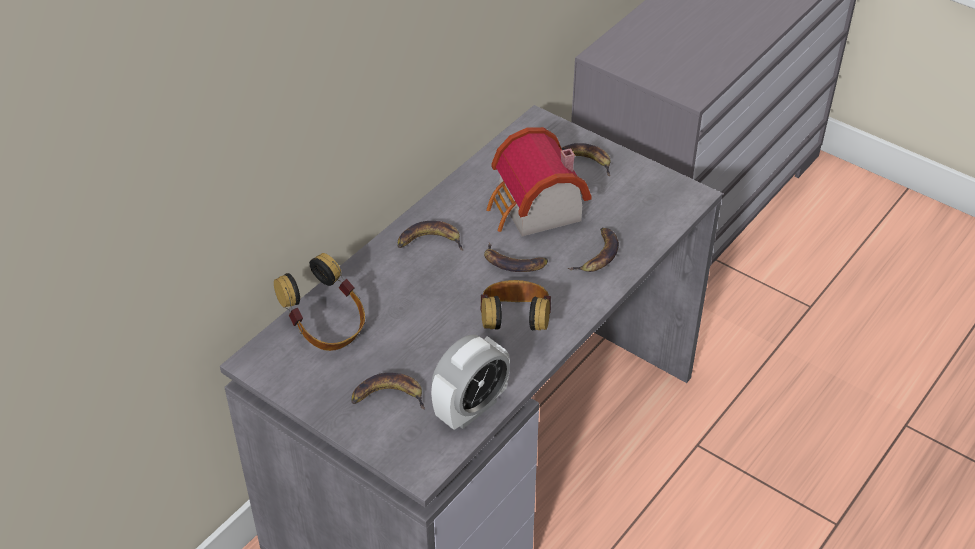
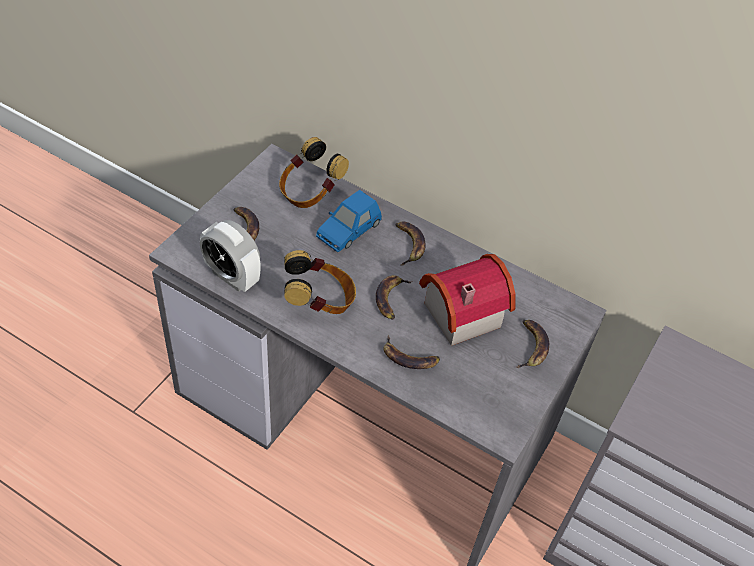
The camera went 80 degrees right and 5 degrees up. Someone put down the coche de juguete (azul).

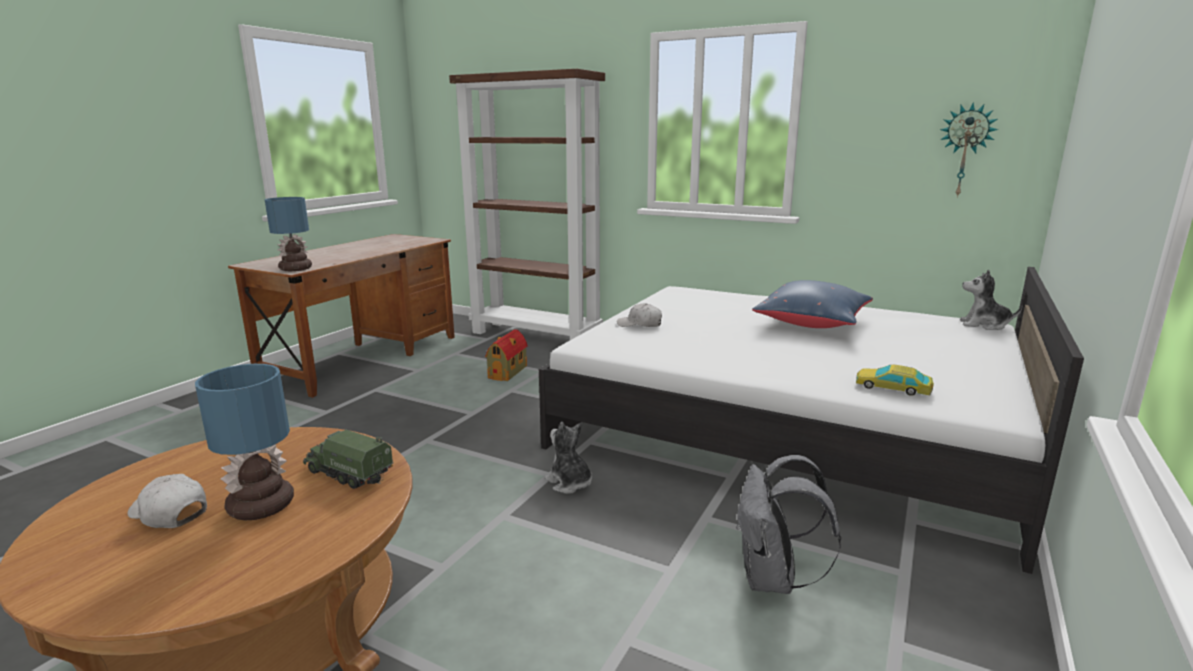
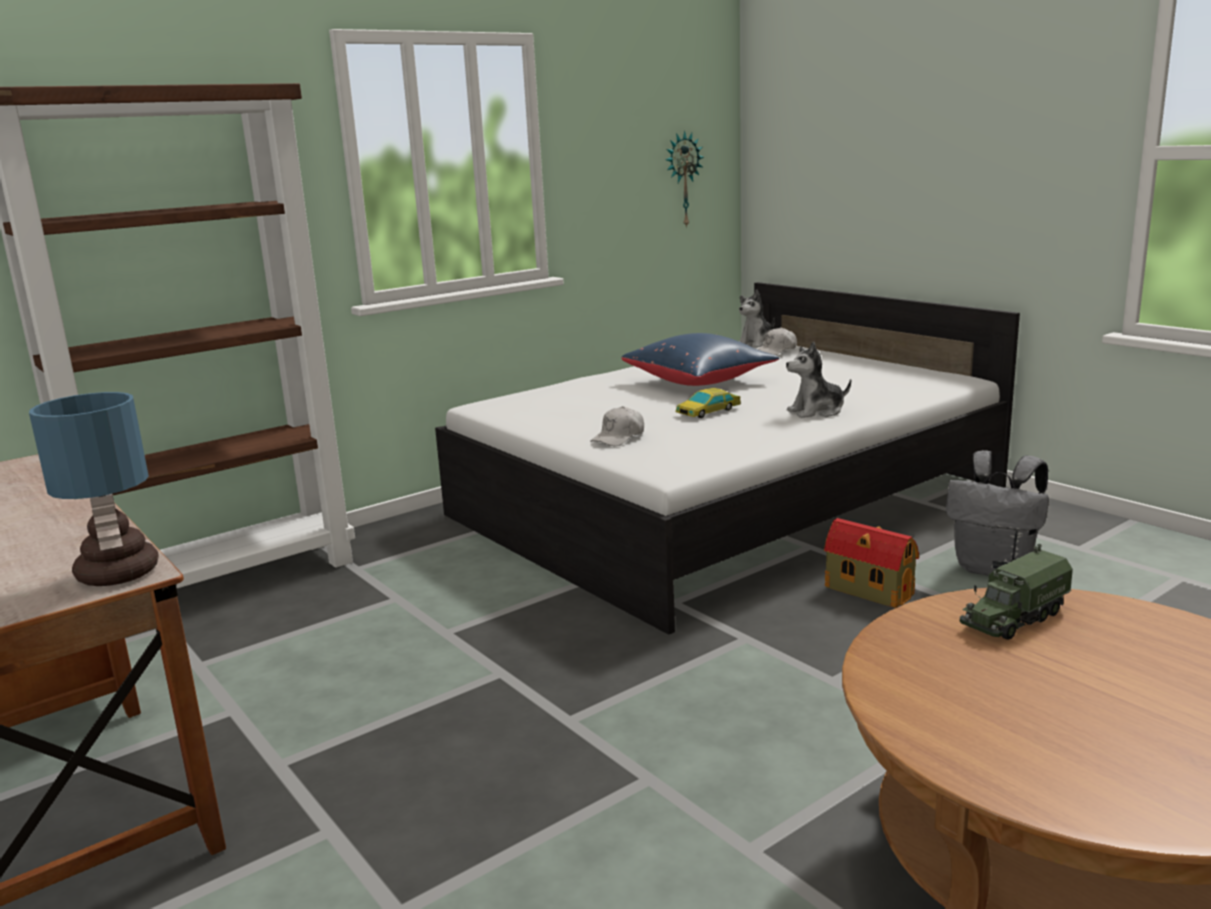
The camera went 65 degrees left and 0 degrees up. Someone carried the gorra (blanco) (1st from left in the first image). Someone took away the lámpara de mesa (1st from left). Someone carried the casita. Someone carried the peluche (1st from left in the first image). Someone carried the coche de juguete.

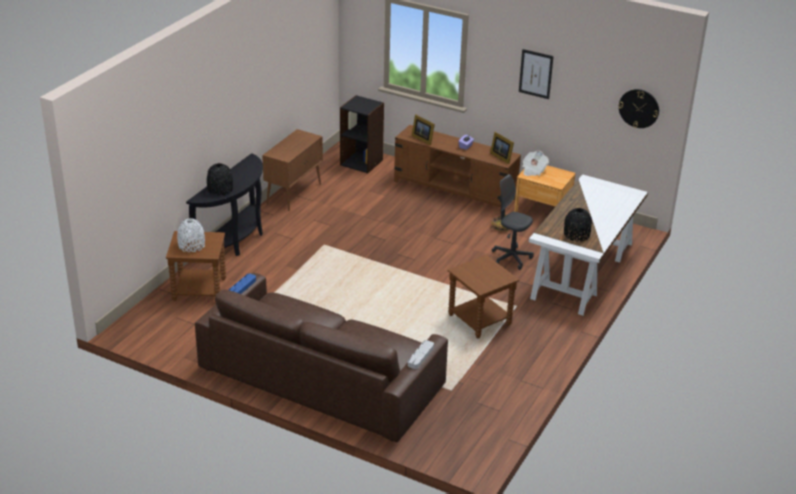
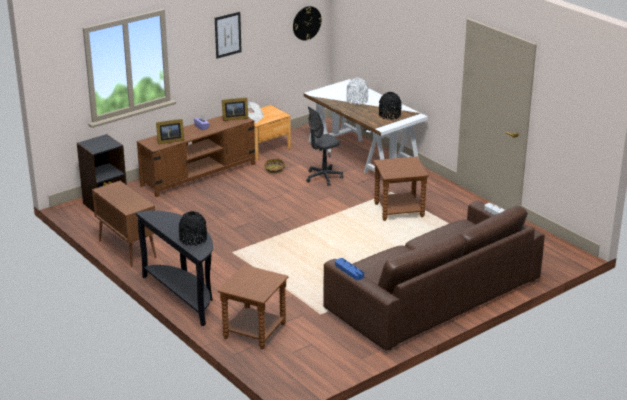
The camera went 65 degrees left and 5 degrees down. Someone carried the florero (blanco).

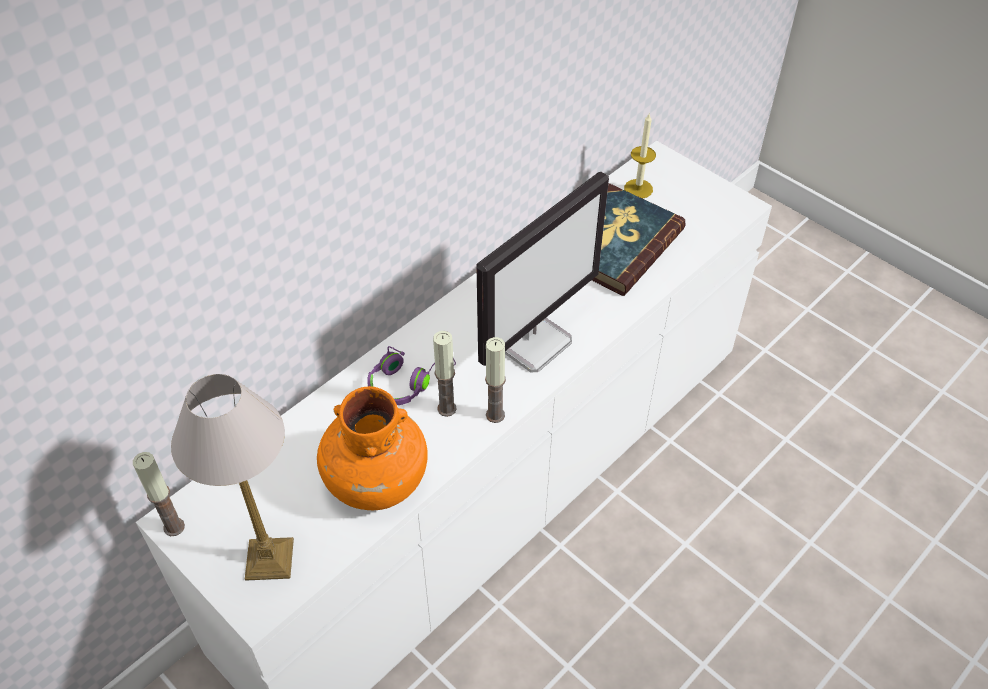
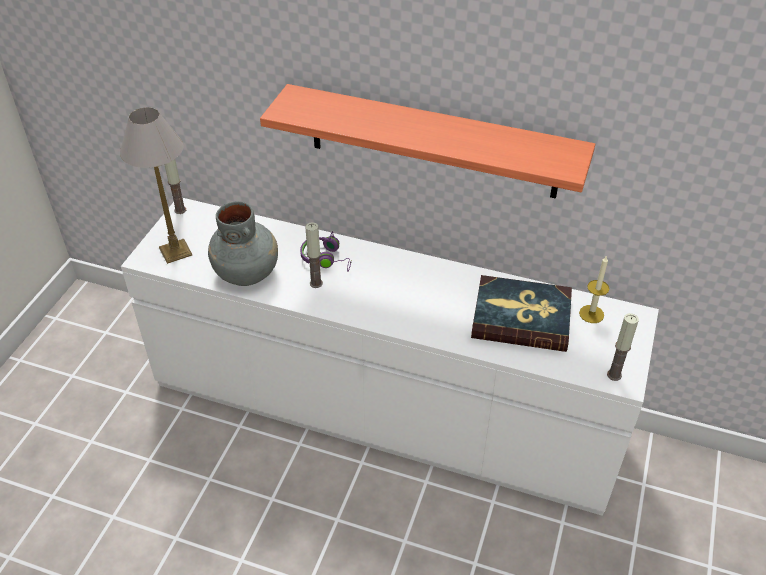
The camera went 65 degrees right and 5 degrees down. Someone repainted the florero (naranja), which became the florero (gris). Someone took away the monitor. Someone carried the vela (3rd from left in the first image). Someone put up the estante.

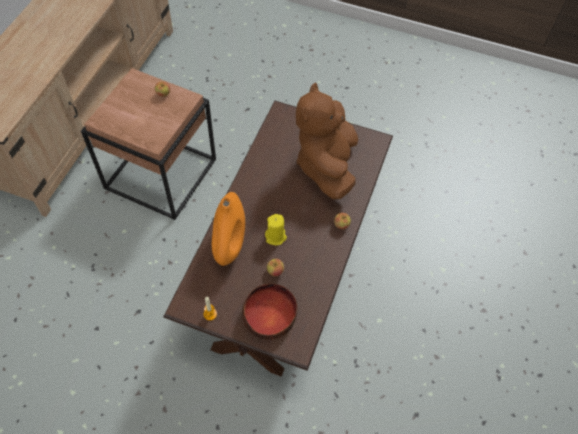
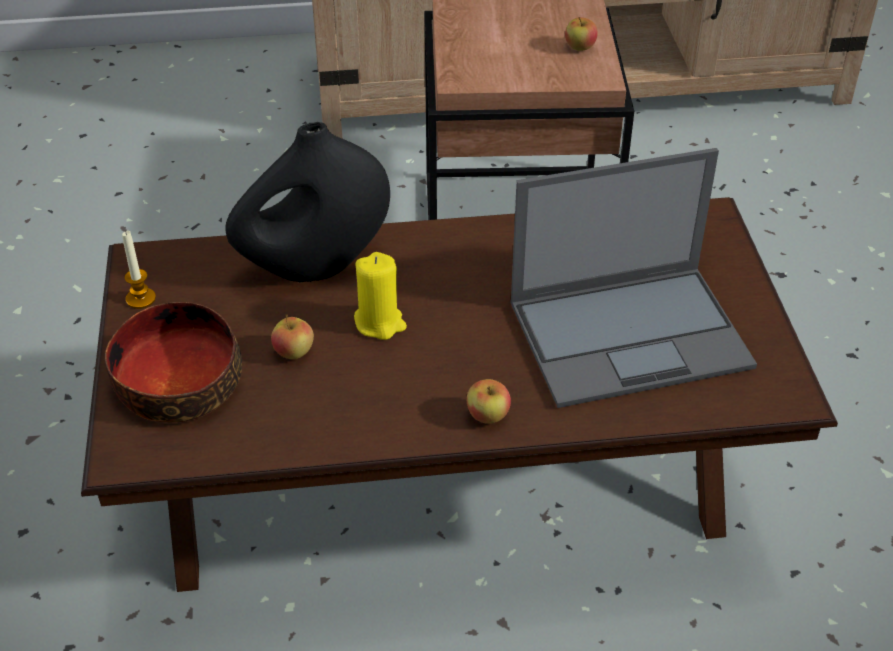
The camera went 65 degrees right and 15 degrees down. Someone repainted the florero (naranja), which became the florero (negro). Someone swapped the peluche (marrón) for the portátil.

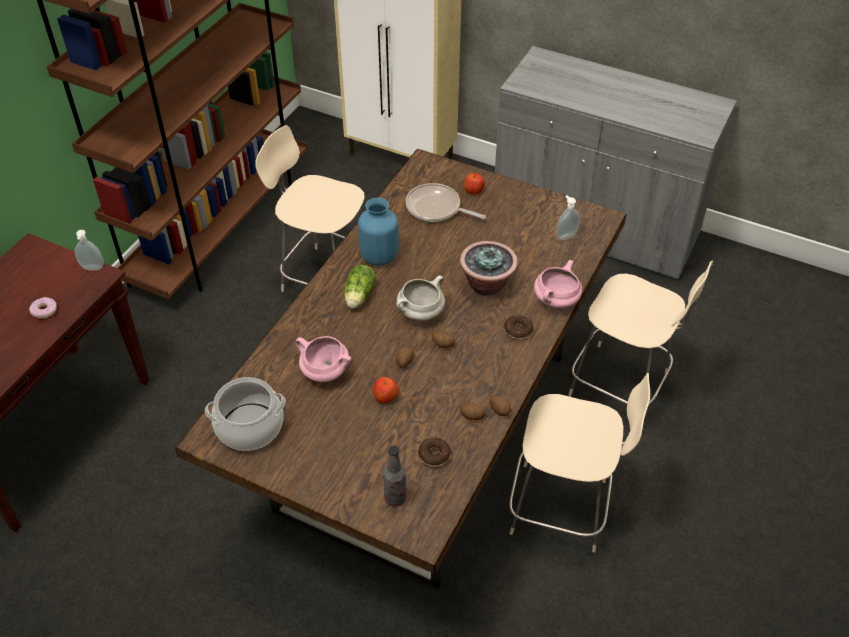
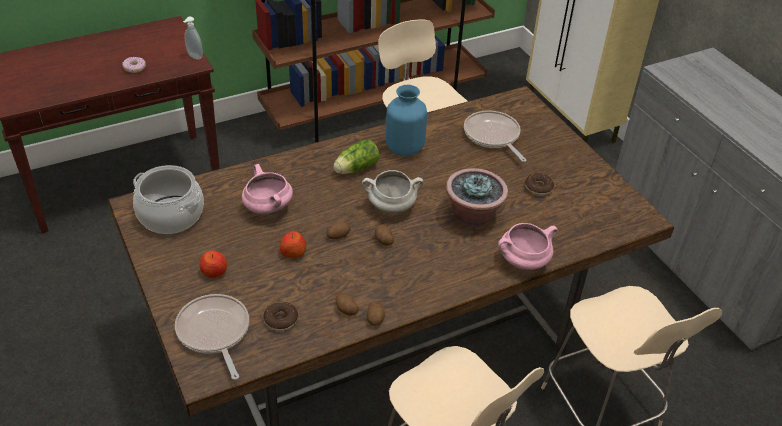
The camera went 35 degrees right and 5 degrees down. Someone swapped the botella for the sartén (1st from left). Someone carried the manzana (2nd from left in the first image). Someone carried the rosquilla (3rd from left). Someone took away the dispensador de jabón (2nd from left).

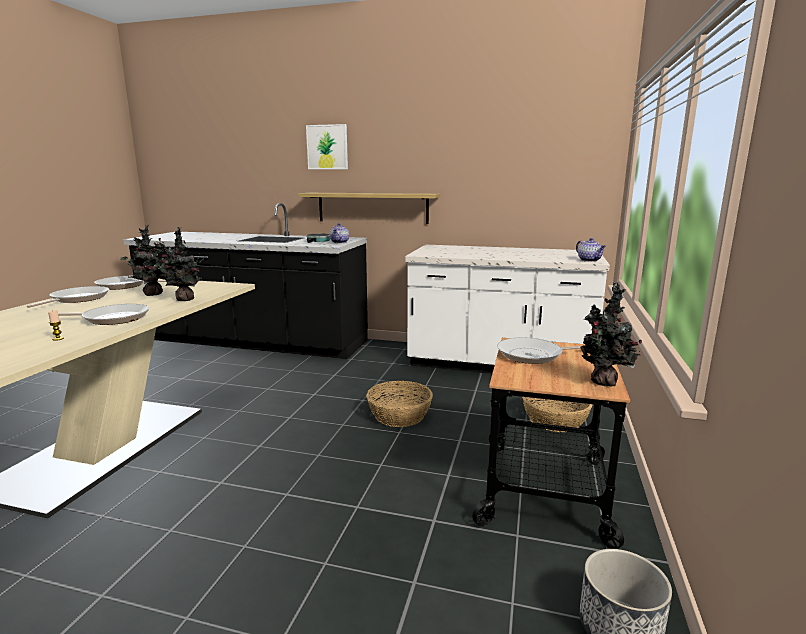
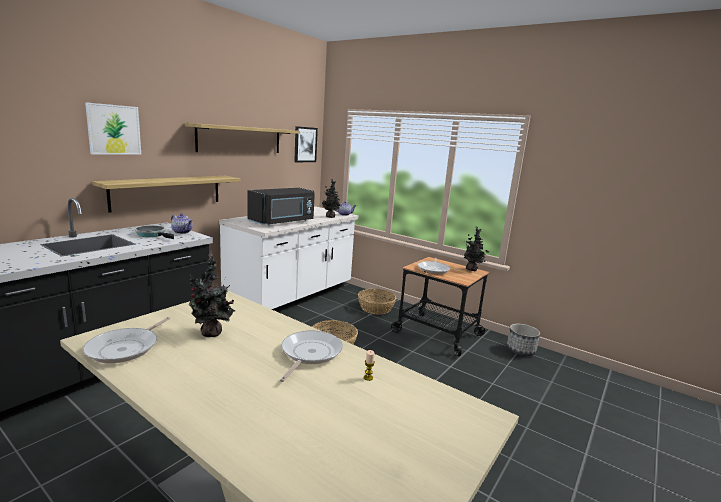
The camera went 70 degrees left and 0 degrees up. Someone took away the sartén (1st from left). Someone carried the planta en maceta (2nd from left). Someone put up the estante (2nd from left). Someone put down the microondas (negro). Someone put up the cuadro (2nd from left).

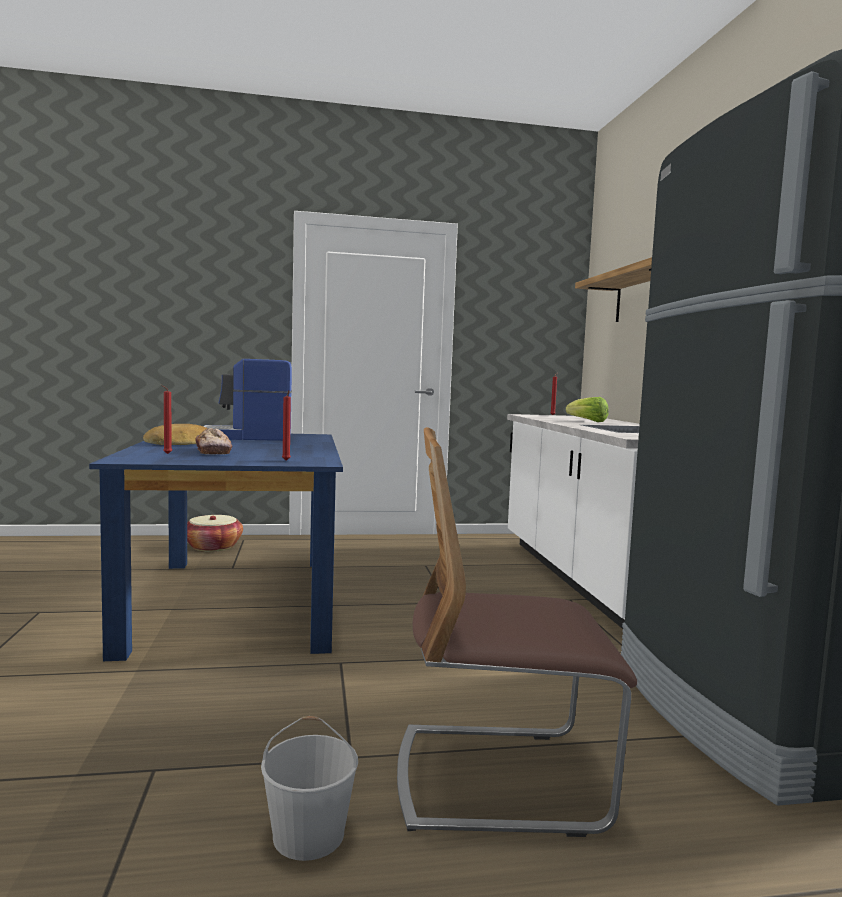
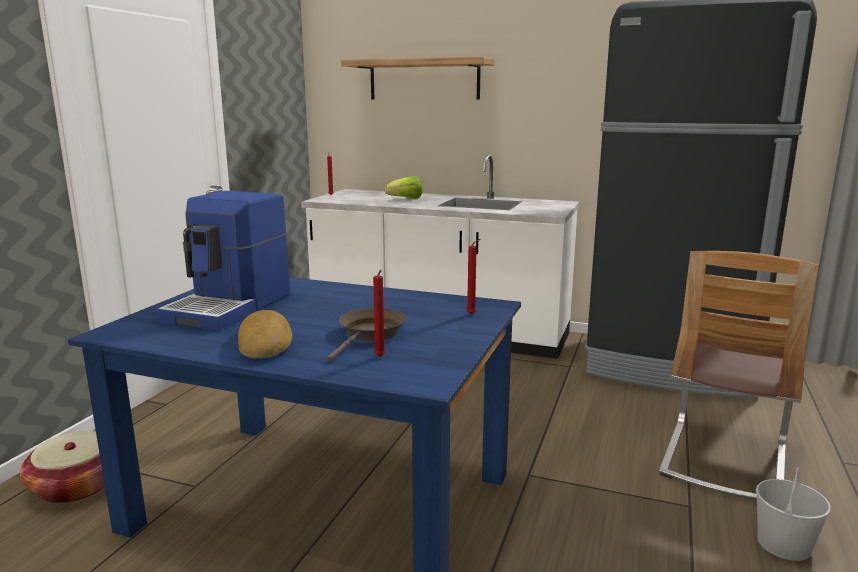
The camera went 60 degrees left and 10 degrees up. Someone swapped the pan (2nd from left) for the sartén (marrón).

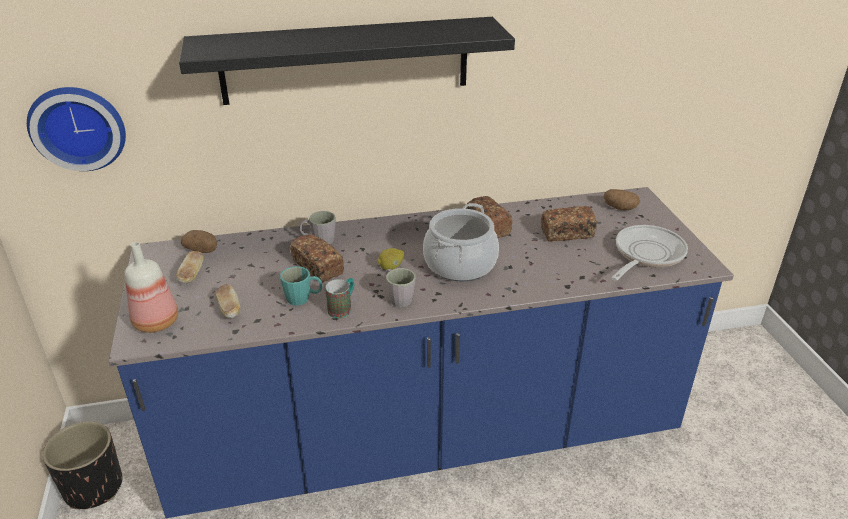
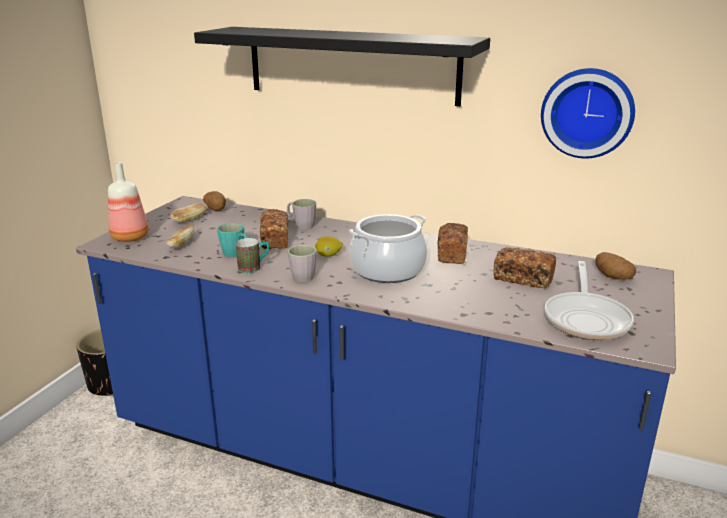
The camera went 35 degrees right and 10 degrees down. Someone carried the reloj de pared. Someone rotated the sartén by 120 degrees clockwise.

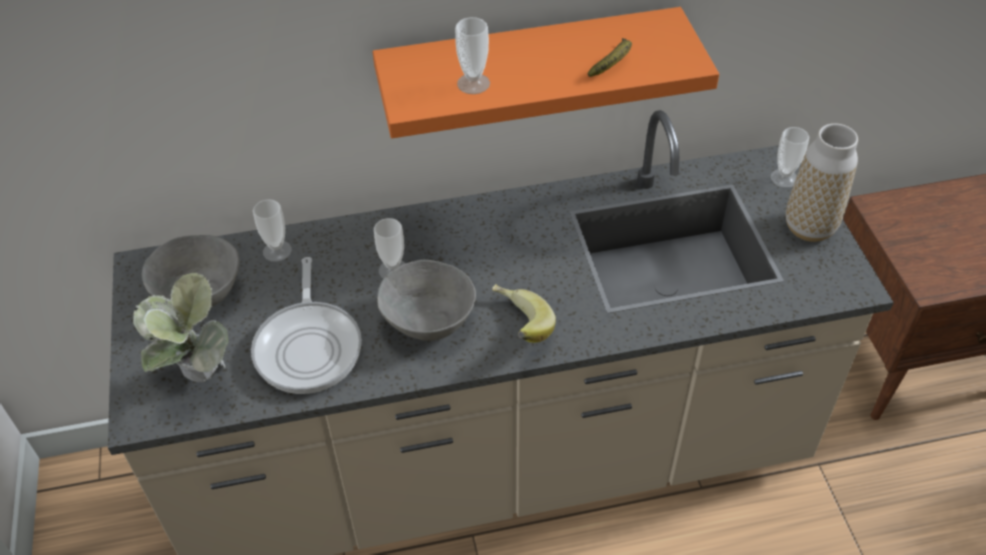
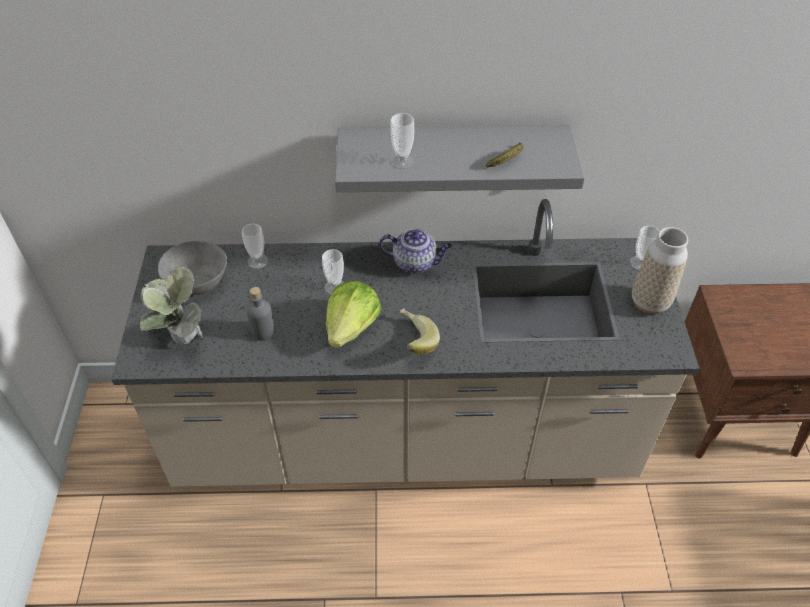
The camera went 10 degrees right and 0 degrees up. Someone swapped the sartén for the botella (gris). Someone repainted the estante (naranja), which became the estante (gris). Someone swapped the cuenco (gris) (2nd from left) for the lechuga. Someone put down the tetera.

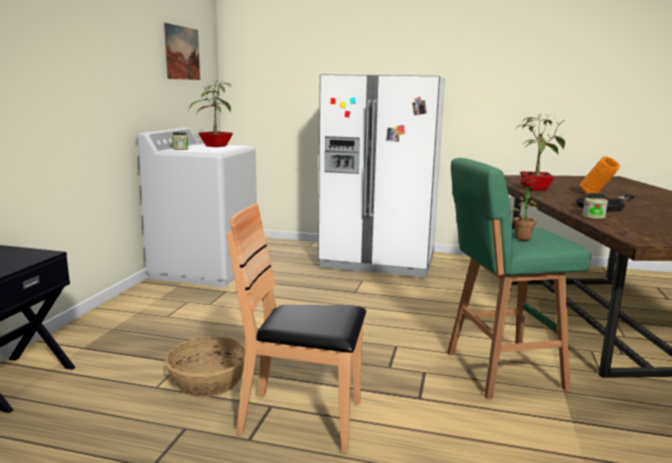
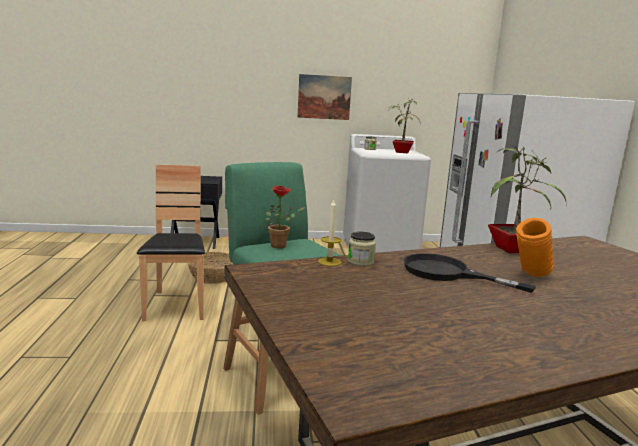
The camera went 70 degrees right and 0 degrees up. Someone carried the cuadro. Someone put down the vela.

